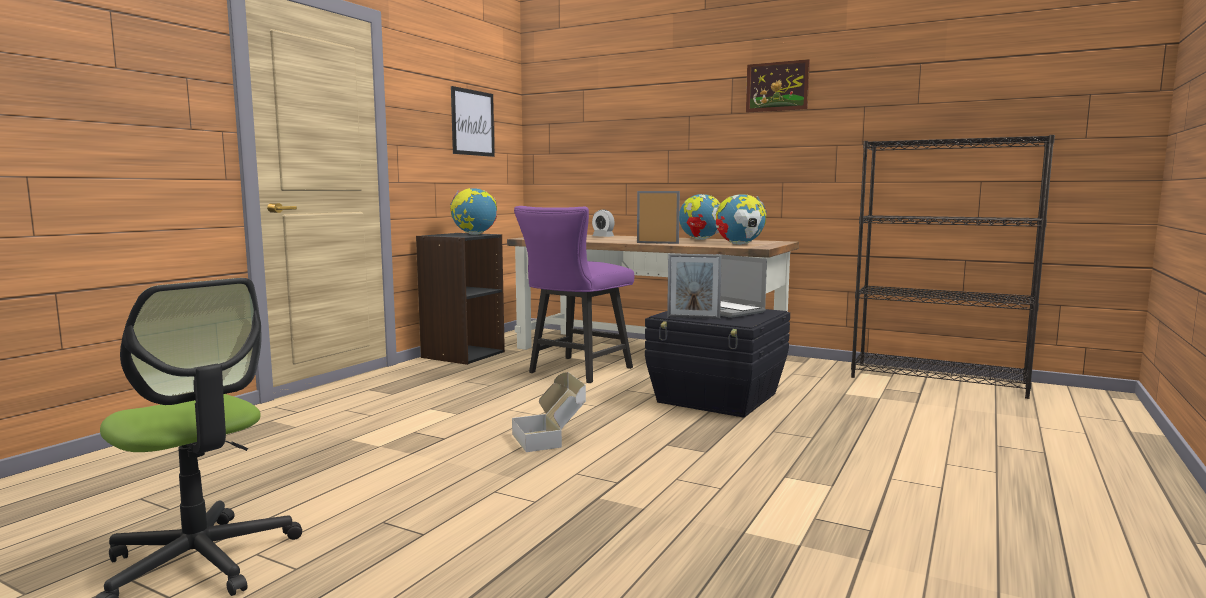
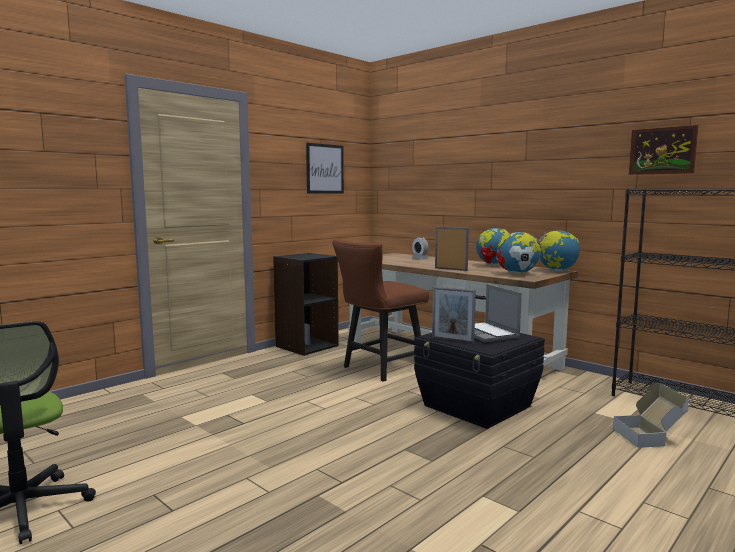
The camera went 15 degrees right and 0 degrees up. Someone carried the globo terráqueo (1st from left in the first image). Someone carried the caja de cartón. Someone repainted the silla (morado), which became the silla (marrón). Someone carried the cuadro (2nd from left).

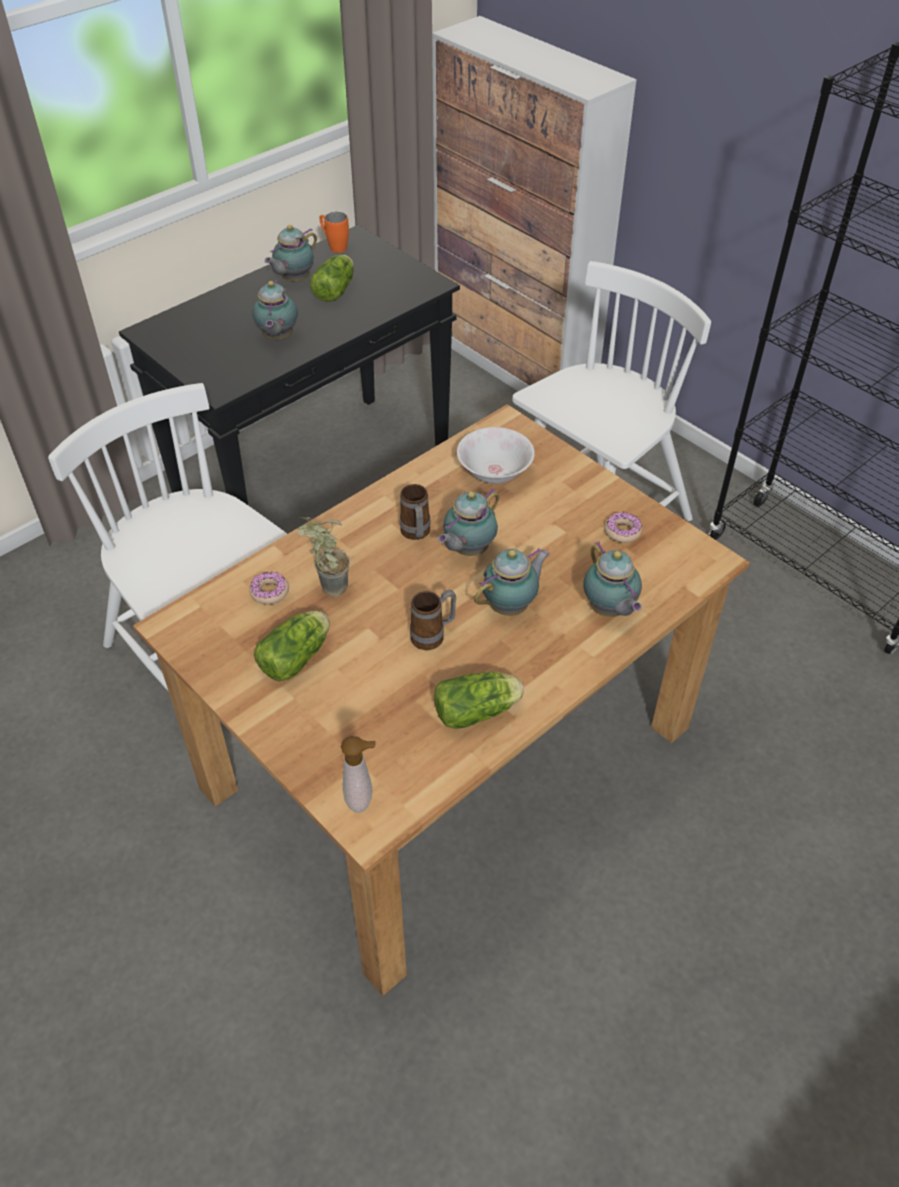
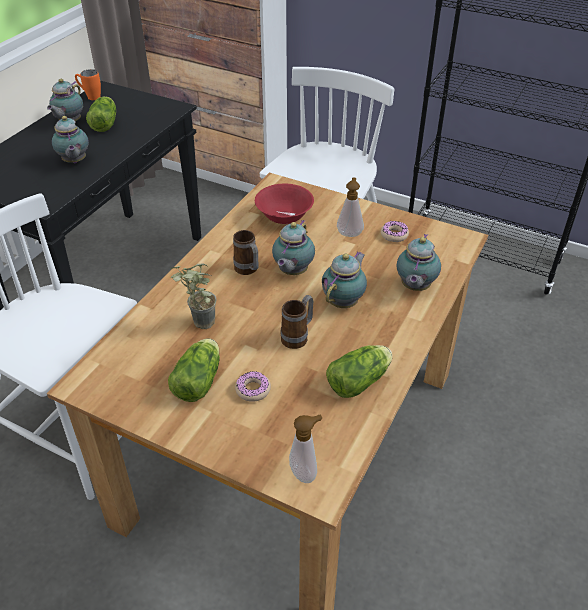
The camera went 20 degrees left and 5 degrees down. Someone carried the rosquilla (1st from left). Someone repainted the cuenco (blanco), which became the cuenco (rojo). Someone rotated the tetera (5th from left) by 60 degrees clockwise. Someone put down the dispensador de jabón (2nd from left).

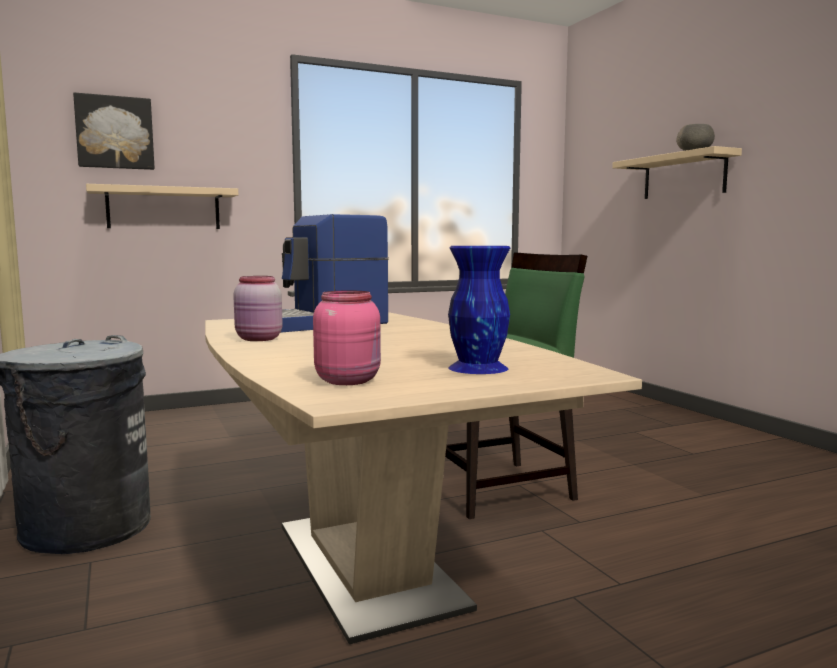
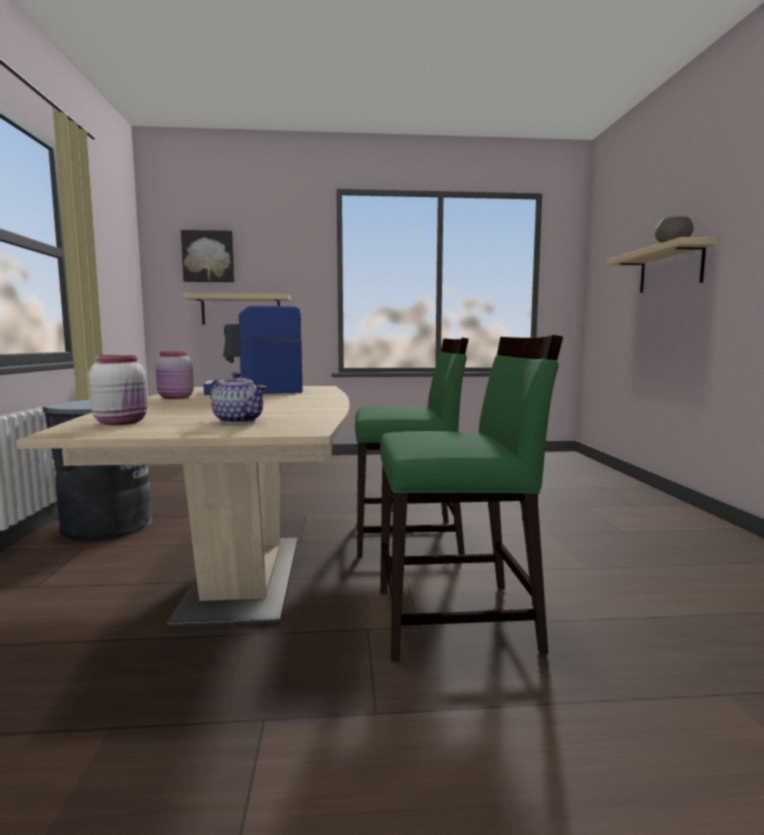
The camera went 20 degrees right and 0 degrees up. Someone repainted the tarro (rosa) (2nd from left), which became the tarro (blanco). Someone swapped the florero (azul) for the tetera. Someone put down the silla (verde) (2nd from left).

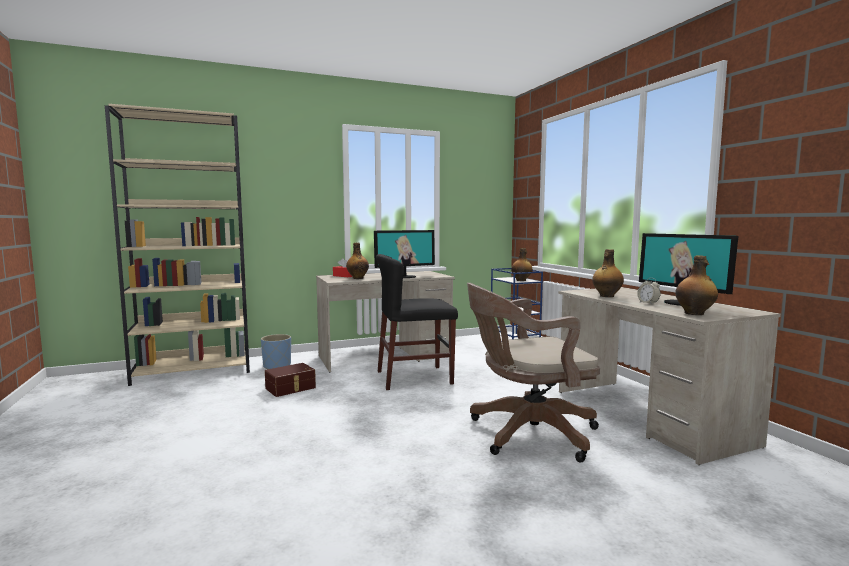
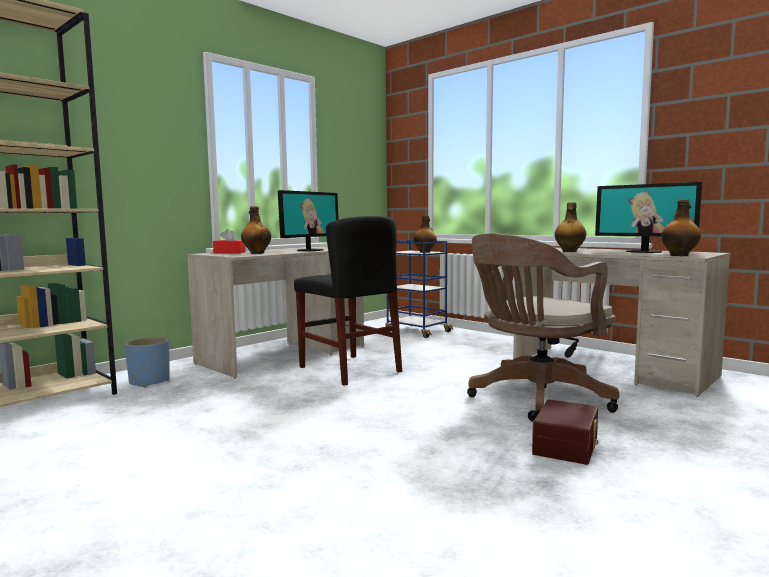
The camera went 25 degrees left and 0 degrees up. Someone carried the caja de almacenaje (marrón). Someone rotated the silla (negro) by 90 degrees counterclockwise. Someone took away the despertador.

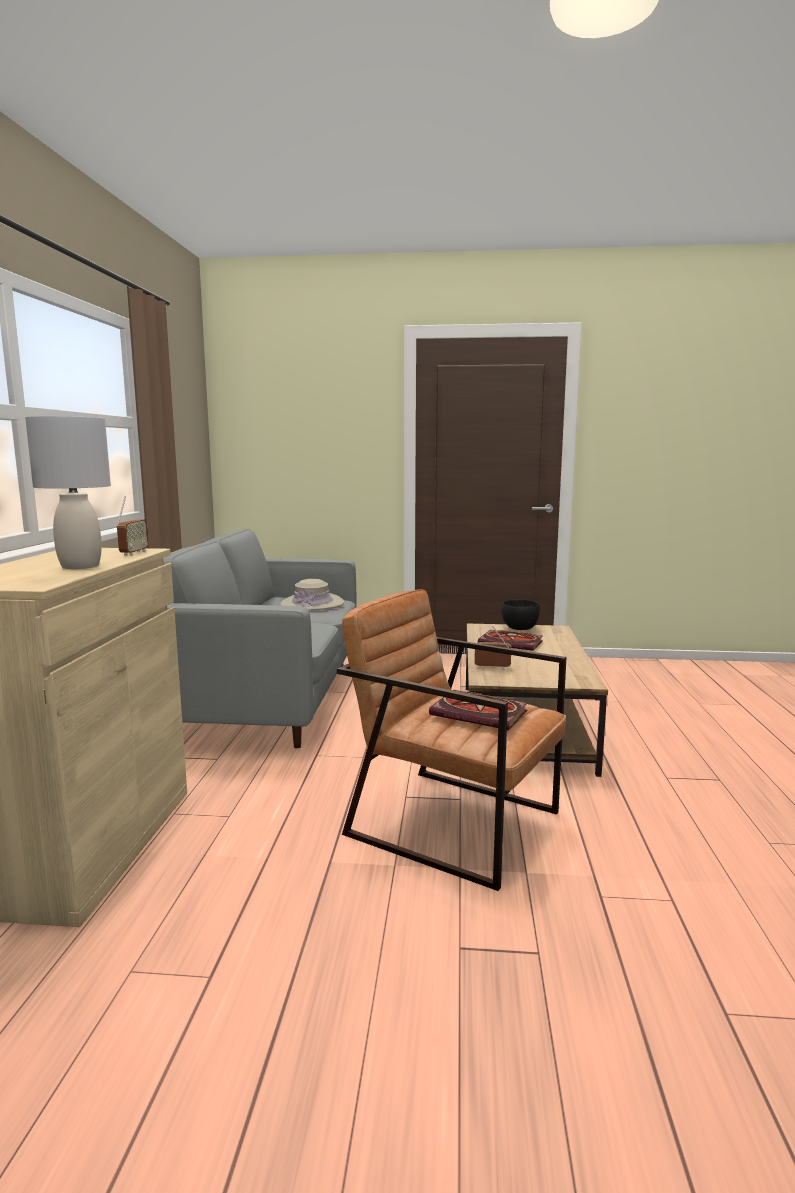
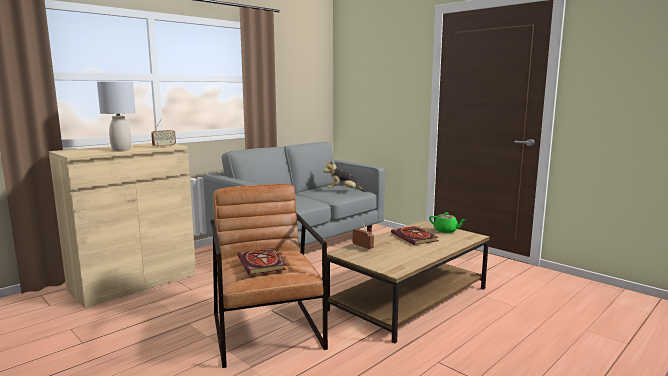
The camera went 40 degrees right and 0 degrees up. Someone swapped the sombrero (beis) for the peluche. Someone swapped the cuenco (negro) for the tetera (verde).

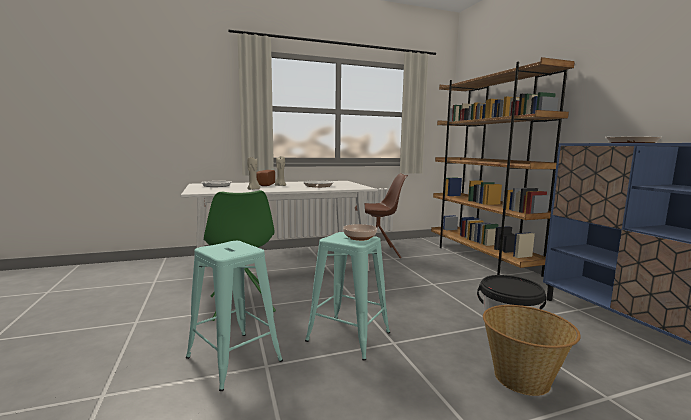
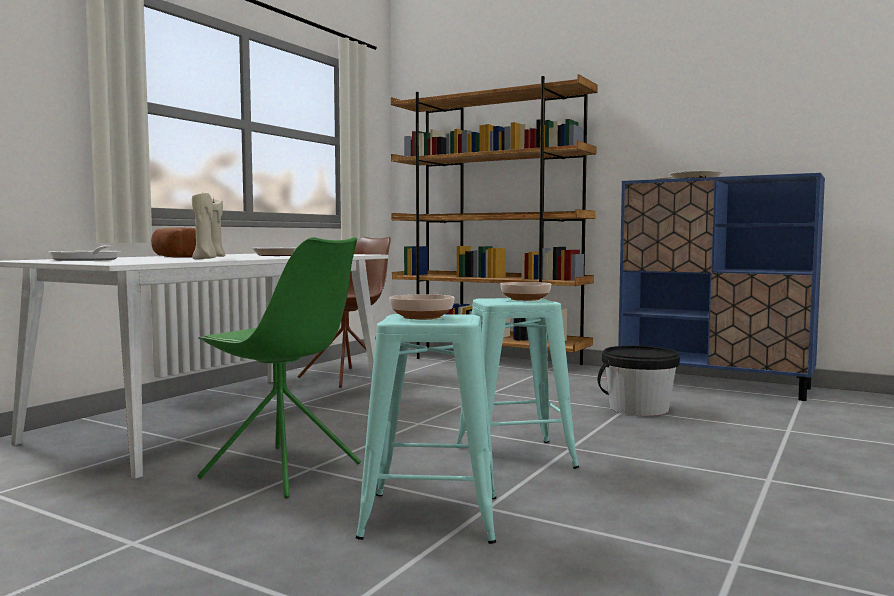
The camera went 40 degrees left and 5 degrees down. Someone took away the cesta. Someone put down the cuenco (1st from left).

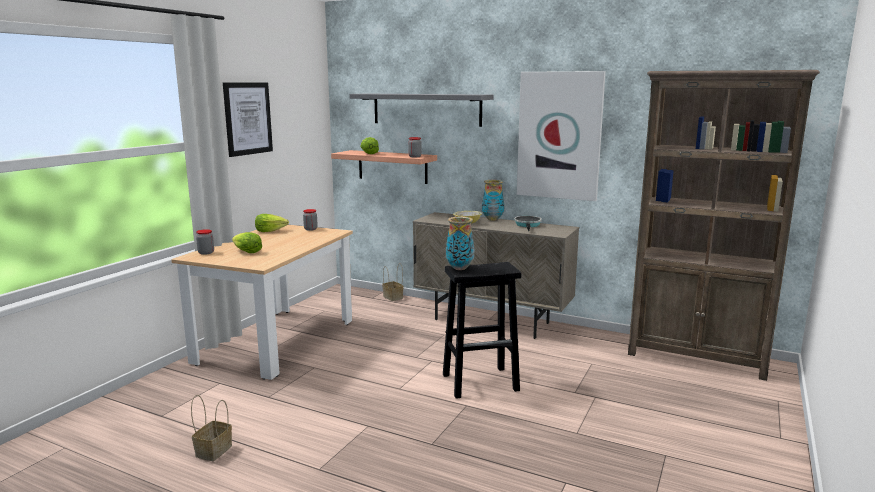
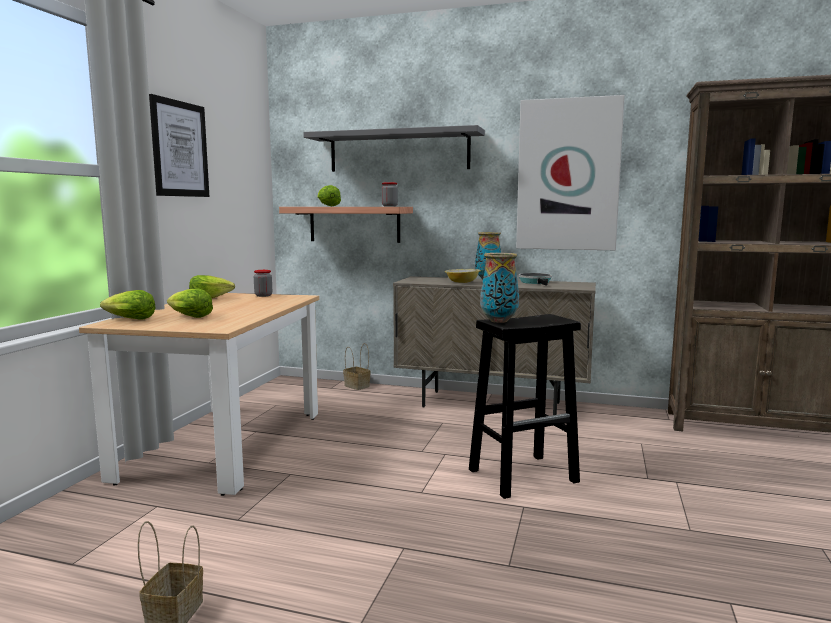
The camera went 10 degrees left and 5 degrees down. Someone swapped the tarro (1st from left) for the lechuga (1st from left).

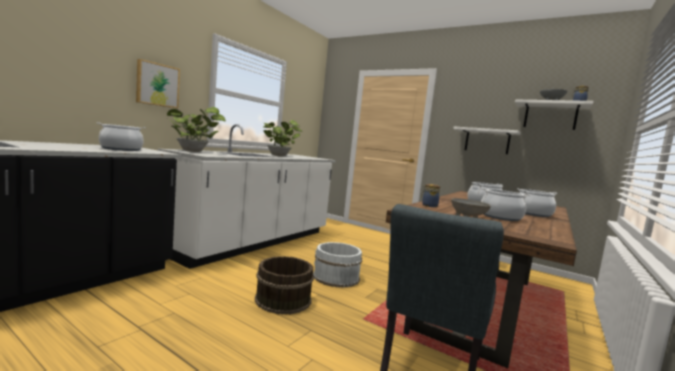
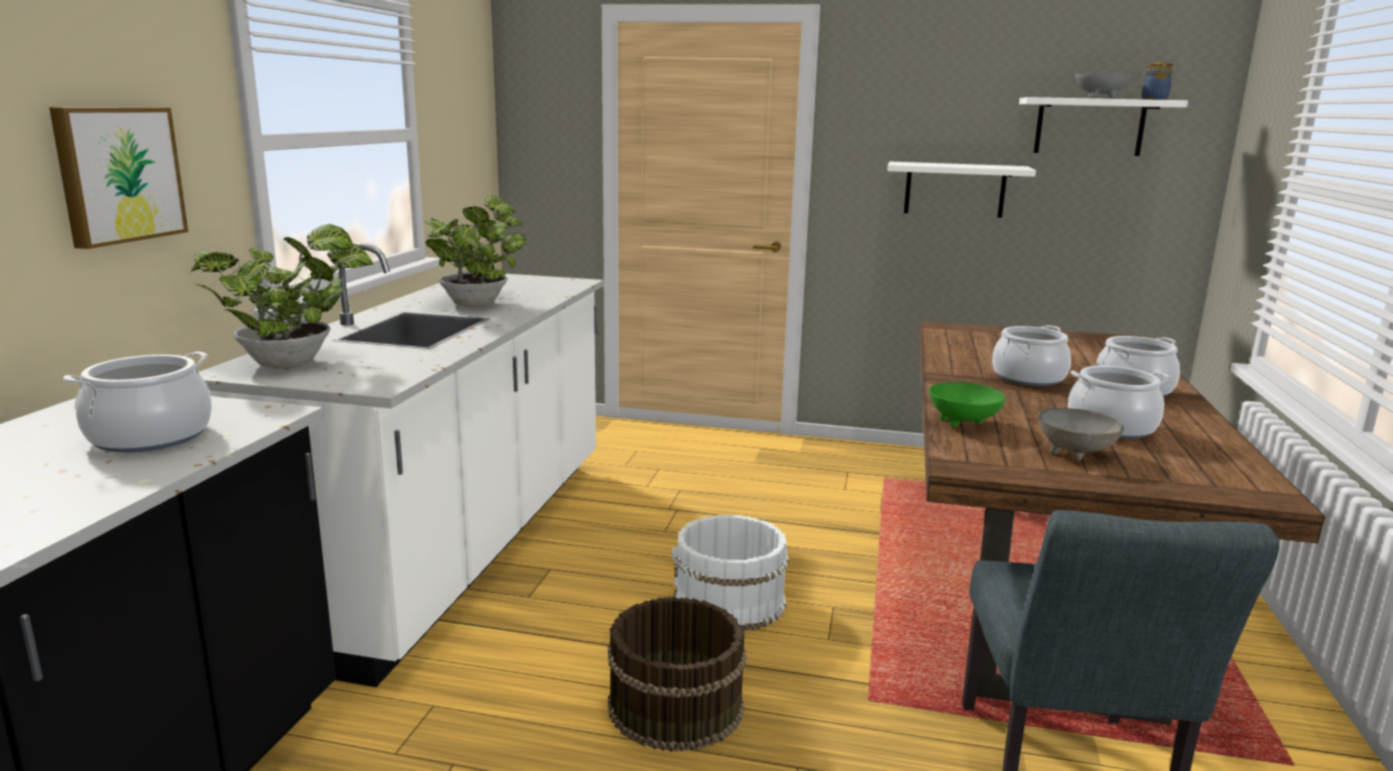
The camera went 20 degrees left and 10 degrees up. Someone swapped the tarro (1st from left) for the cuenco (verde).

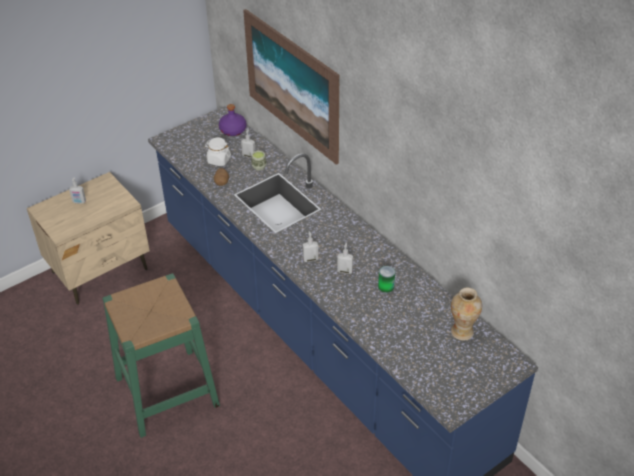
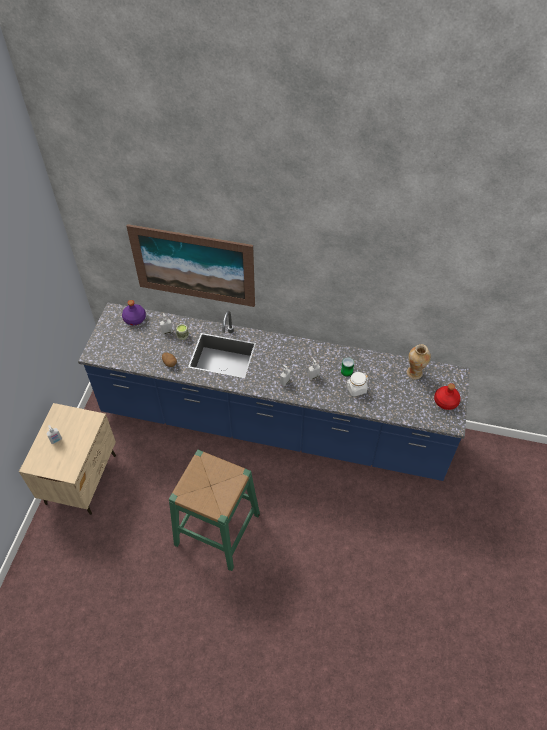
The camera went 40 degrees left and 10 degrees up. Someone carried the tarro (blanco). Someone put down the botella (rojo).

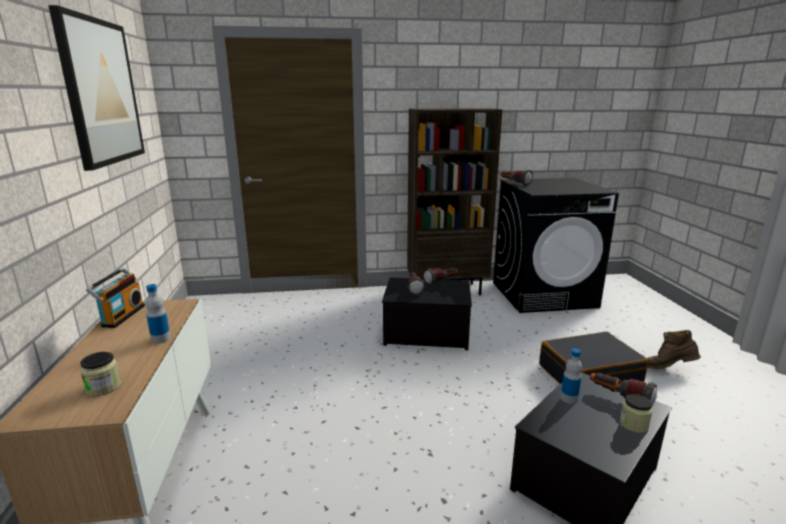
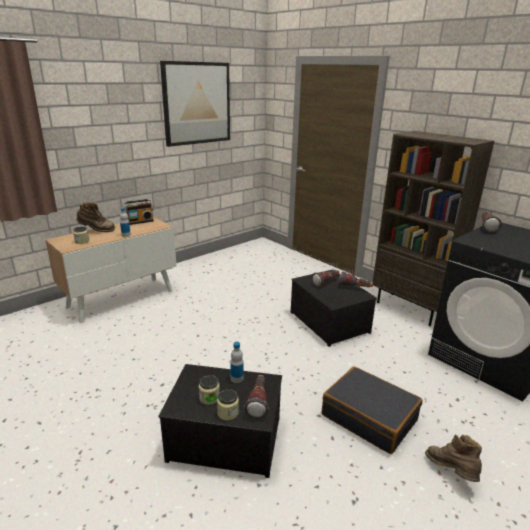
The camera went 55 degrees right and 5 degrees up. Someone put down the bota (marrón) (1st from left). Someone put down the tarro (2nd from left).

